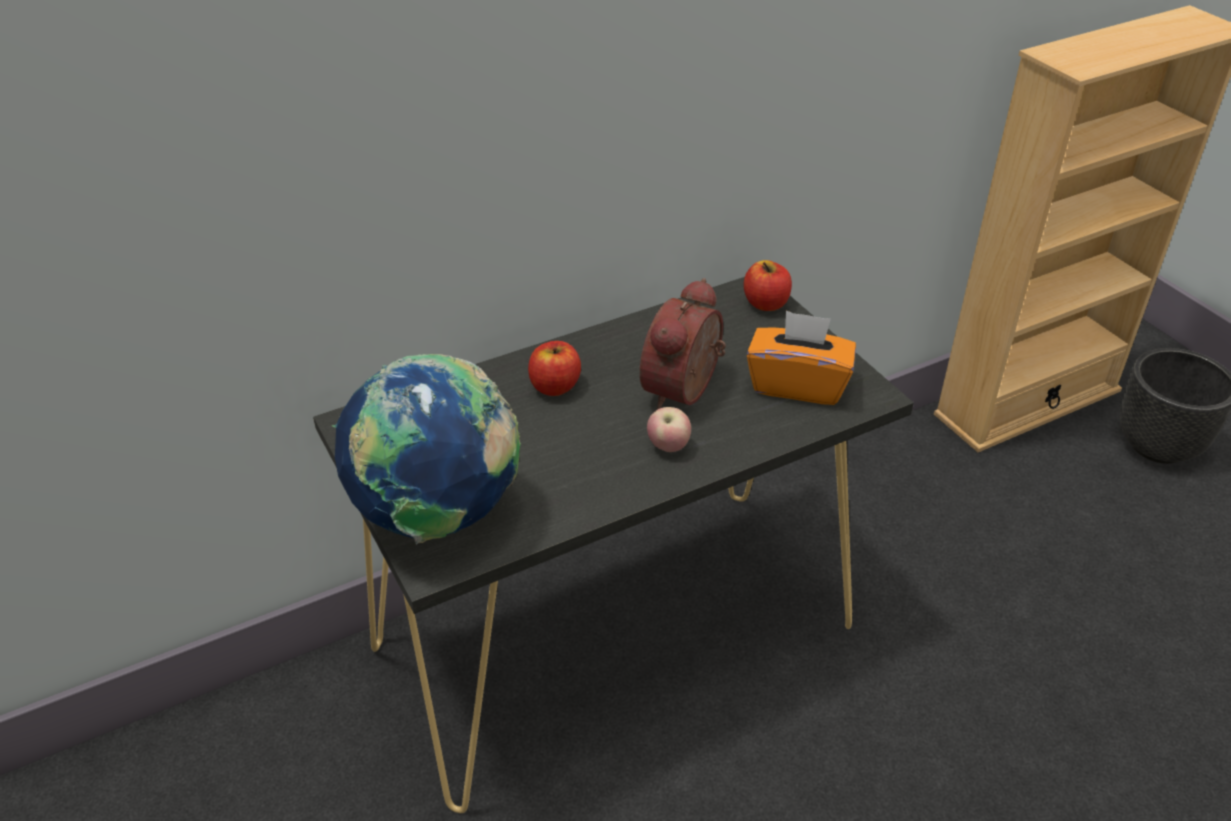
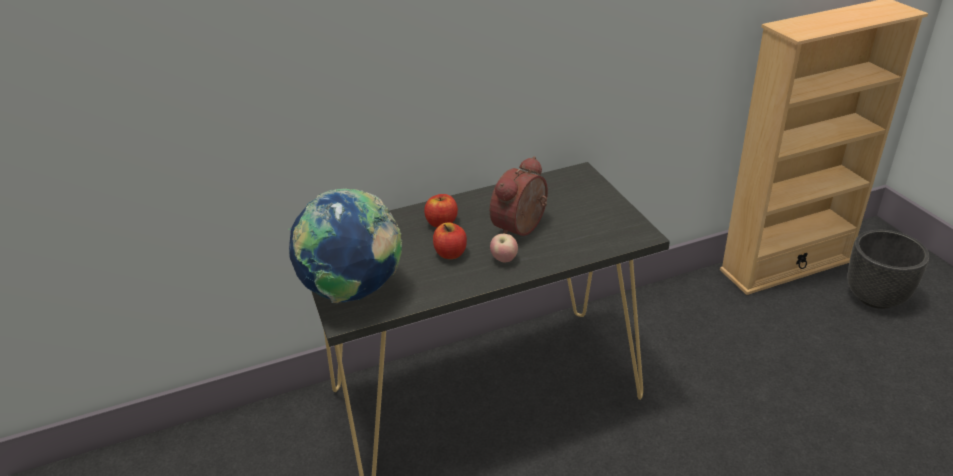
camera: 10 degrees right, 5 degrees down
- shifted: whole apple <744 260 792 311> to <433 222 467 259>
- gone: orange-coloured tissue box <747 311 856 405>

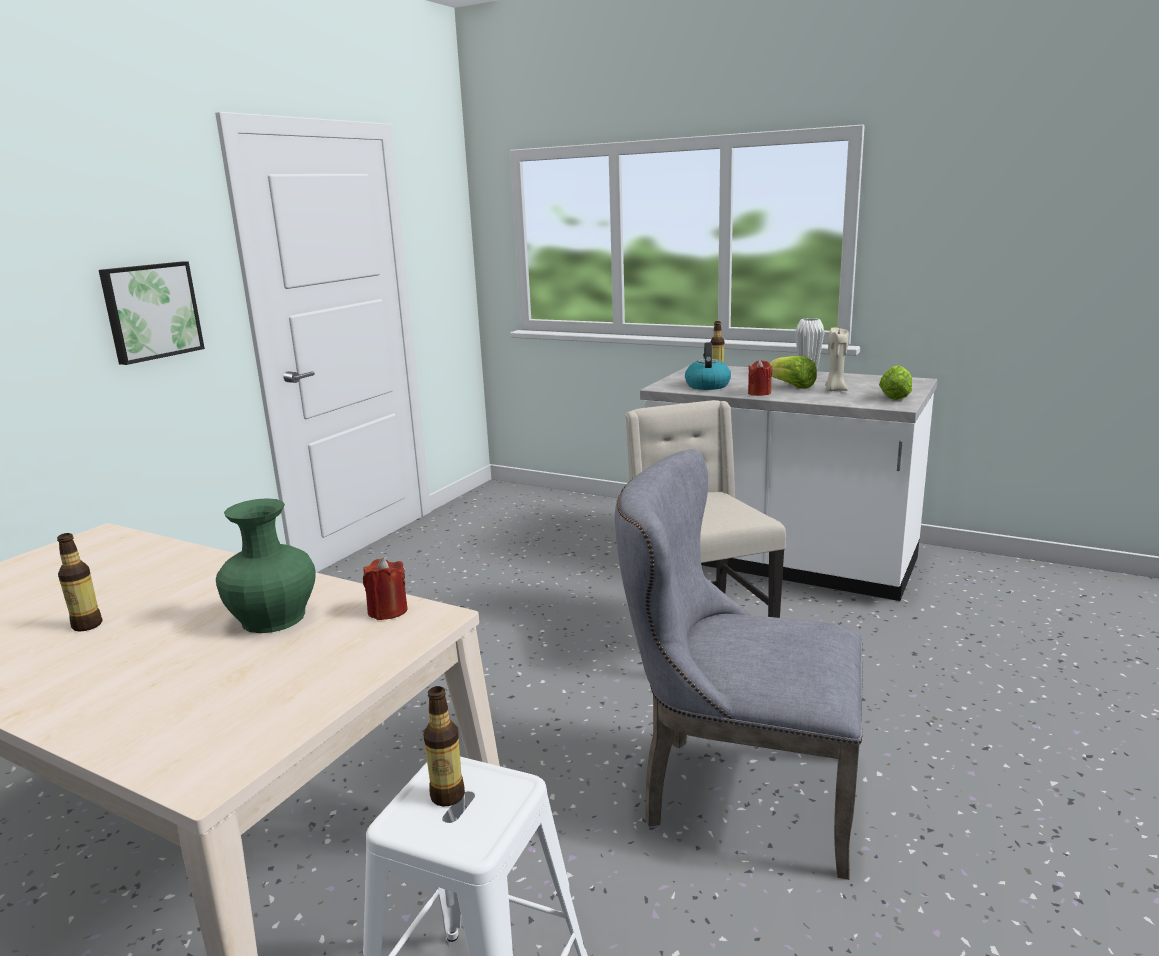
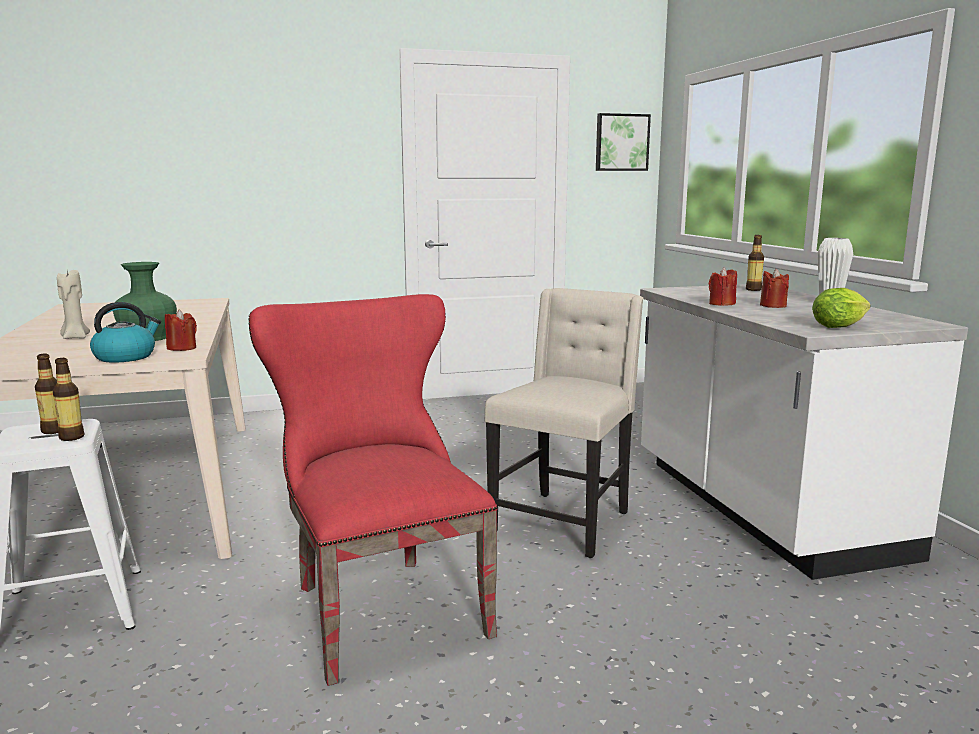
camera: 45 degrees right, 5 degrees down
- shifted: drink bottle <57 533 102 631> to <53 358 84 441>
- shifted: picture <99 262 205 365> to <596 113 651 171>
- repainted: greyish chair <615 449 863 880> to red chair <248 294 497 686>
- shifted: kettle <685 342 731 390> to <90 302 161 363>
- swapped: lettuce head <770 356 817 389> to red candle <760 269 789 308>
- shifted: beige candle <825 327 849 391> to <57 270 90 339>

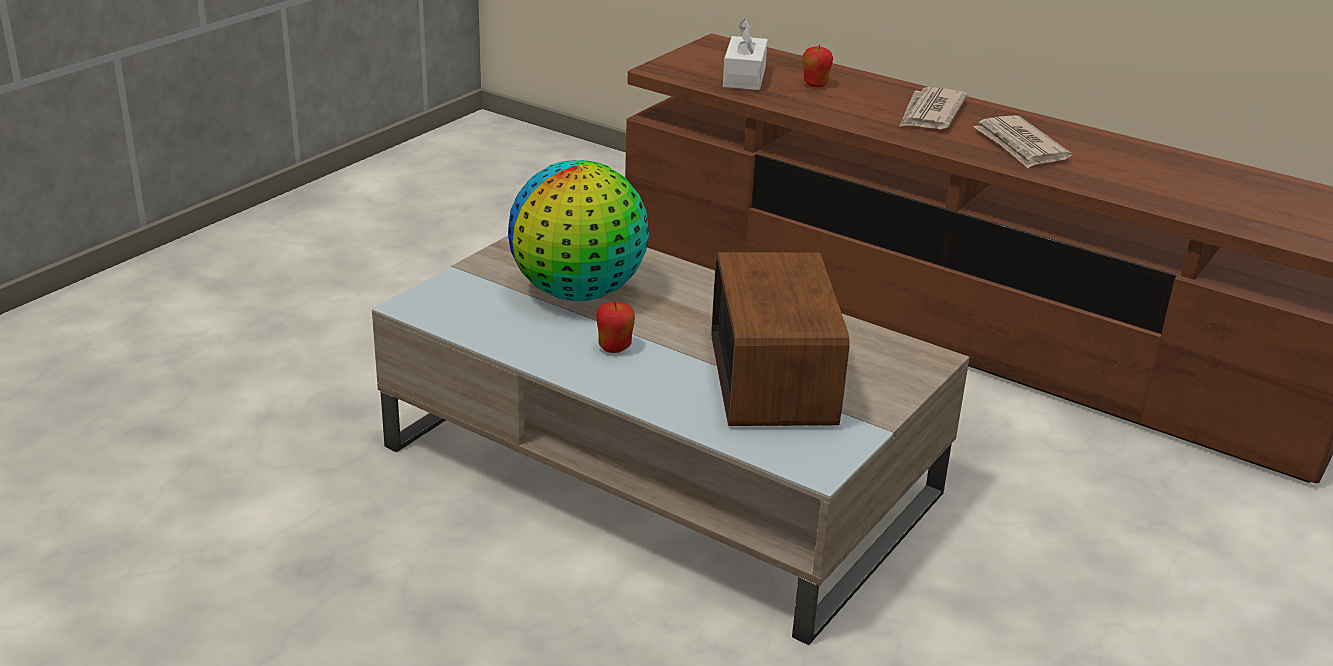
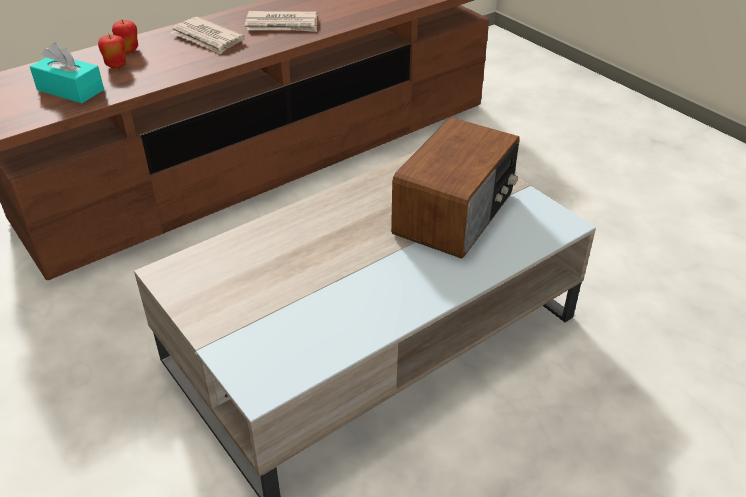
camera: 70 degrees left, 10 degrees up
- gone: globe <508 160 649 301>
- shifted: whole apple <596 301 635 353> to <112 19 138 53>
- rotated: radio set <711 252 850 426> = <391 117 520 259> 105 degrees clockwise
- repainted: white-coloured tissue box <723 19 768 90> to turquoise-coloured tissue box <30 42 104 103>

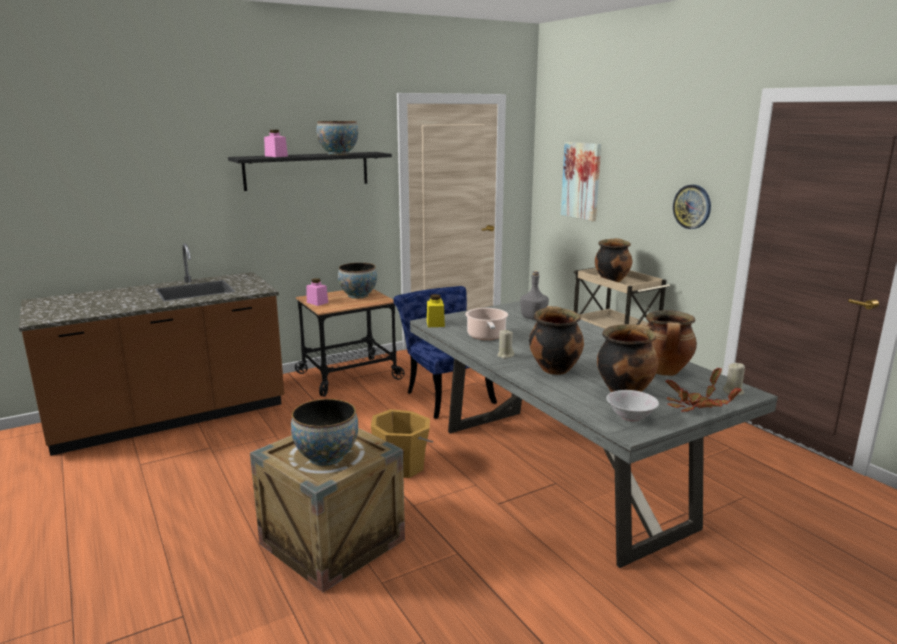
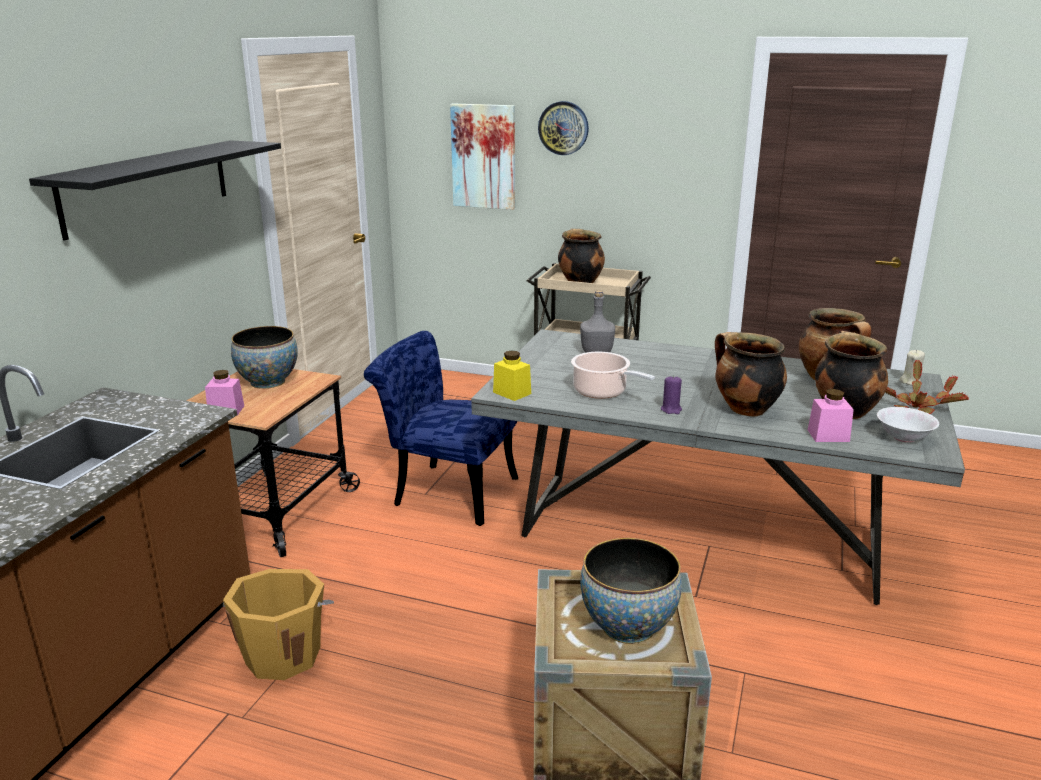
camera: 40 degrees left, 5 degrees up
- shifted: pink-coloured storage jar <264 130 288 157> to <808 389 854 442>
- gone: serving bowl <316 121 358 155>
- shifted: orange-coloured pail <371 409 433 478> to <223 569 334 680>
- repainted: beige candle <498 329 514 359> to purple candle <661 375 682 414>
- shifted: wall clock <673 185 711 229> to <538 101 589 155>

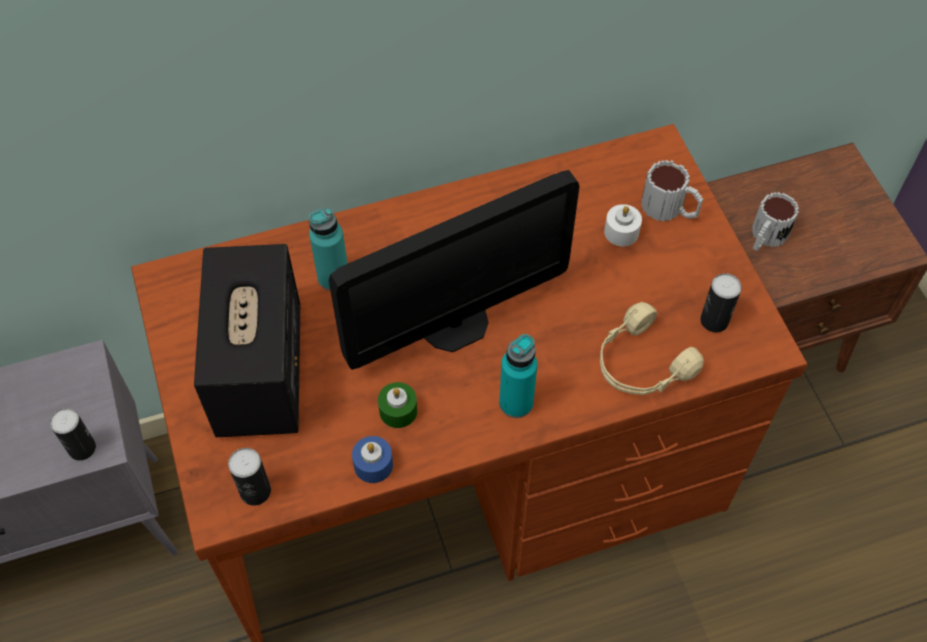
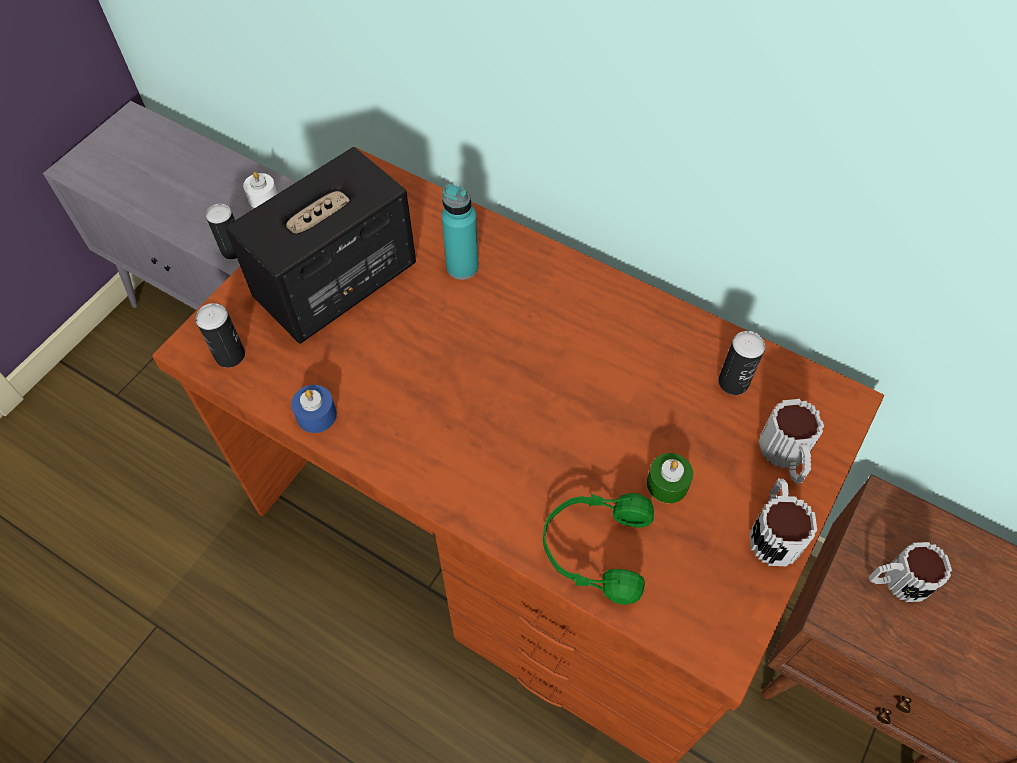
camera: 50 degrees right, 0 degrees up
- gone: computer display <329 170 580 370>
- shifted: green candle <378 382 417 428> to <647 453 693 503>
- gone: turquoise-coloured drink bottle <499 334 537 418>
- repainted: beige headphones <600 302 704 395> to green headphones <543 493 654 605>
- shifted: white-coloured candle <604 204 642 246> to <243 172 278 208>
- shifted: sealed can <700 273 742 333> to <718 331 765 395>
- new: tea mug <749 479 817 566>

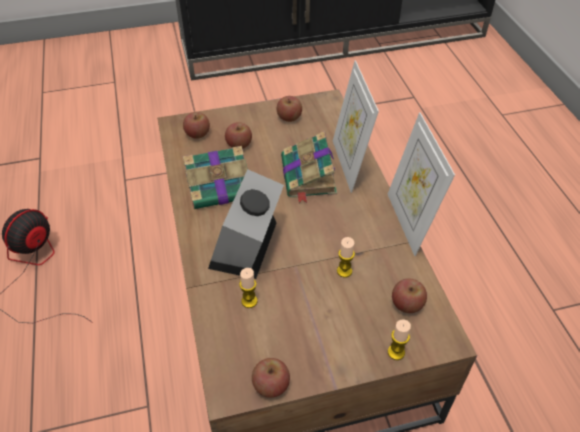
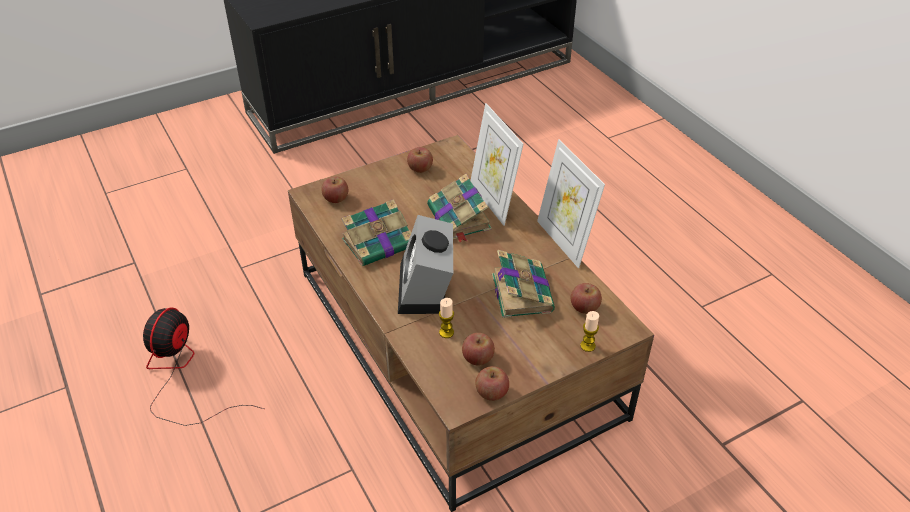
camera: 15 degrees left, 5 degrees down
- shifted: whole apple <225 122 252 149> to <462 333 495 365>
- swapped: candle <337 237 355 278> to volume <492 250 555 318>

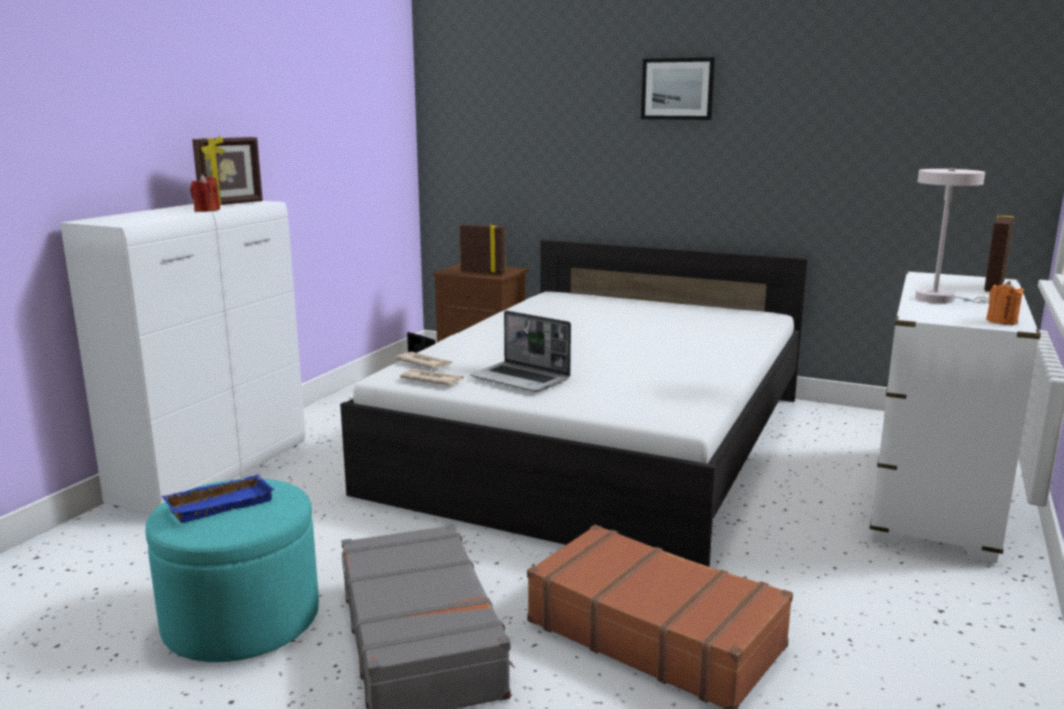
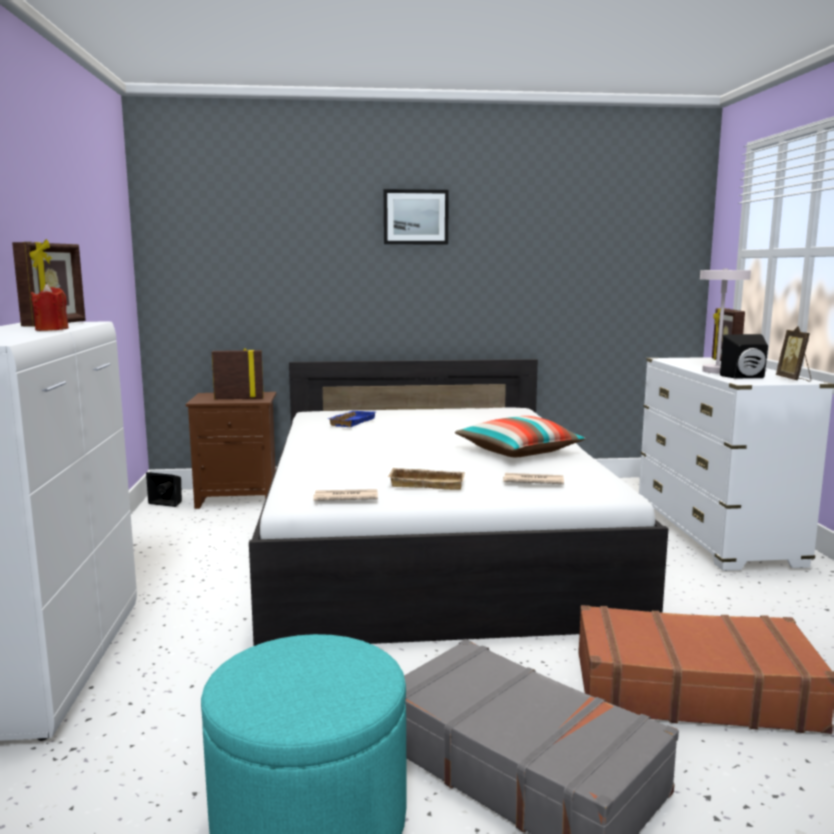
camera: 30 degrees left, 5 degrees down
- shifted: bluish serving tray <162 475 274 523> to <328 411 376 427>
- shifted: newspaper <395 352 452 369> to <503 473 564 484>
- swapped: notebook computer <470 310 571 392> to beige serving tray <388 468 465 490>
- swapped: orange-coloured candle <986 281 1024 325> to picture frame <776 326 811 381>
- new: throw pillow <455 416 585 457>
- new: black-coloured loudspeaker <720 334 768 379>

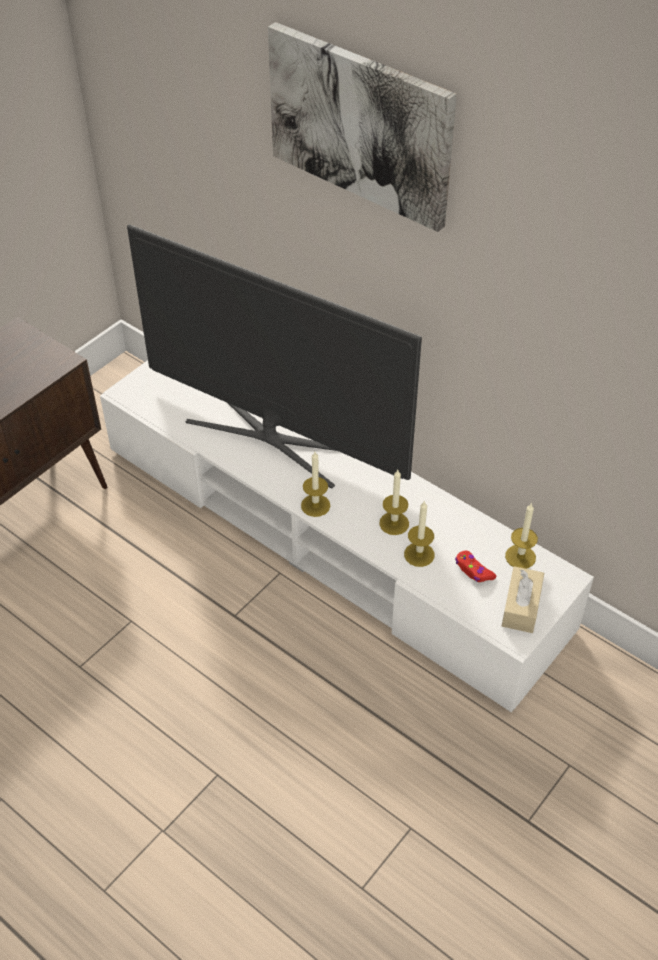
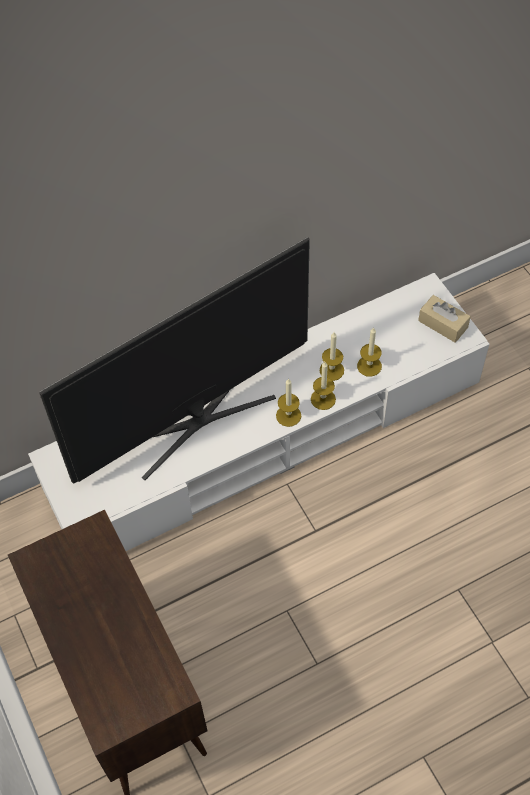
camera: 65 degrees left, 10 degrees up
- gone: picture <268 22 457 232>
- gone: red game controller <455 551 497 582>
- shifted: candle <505 503 538 569> to <311 362 336 410>

